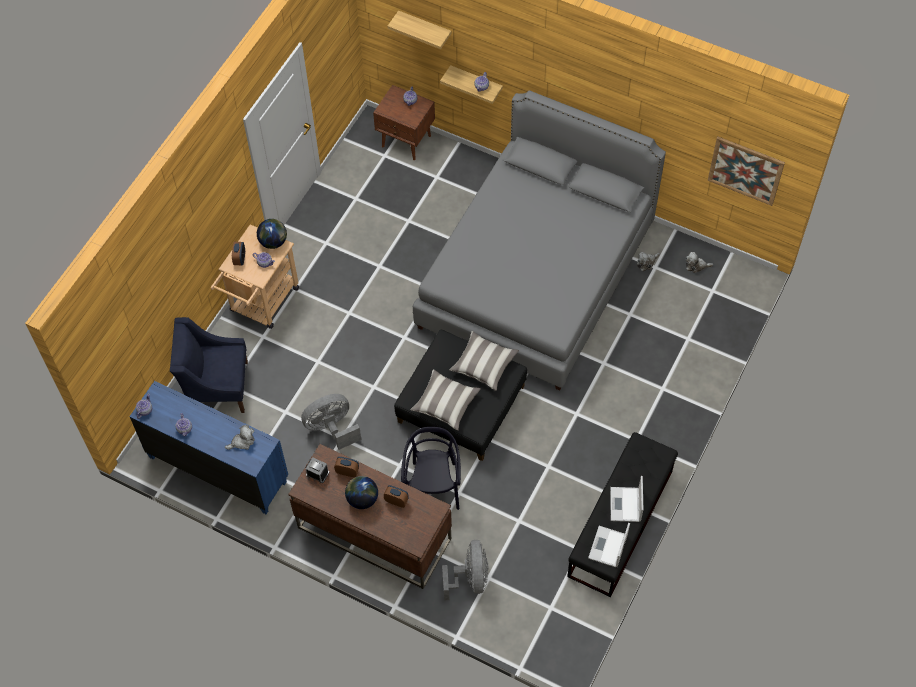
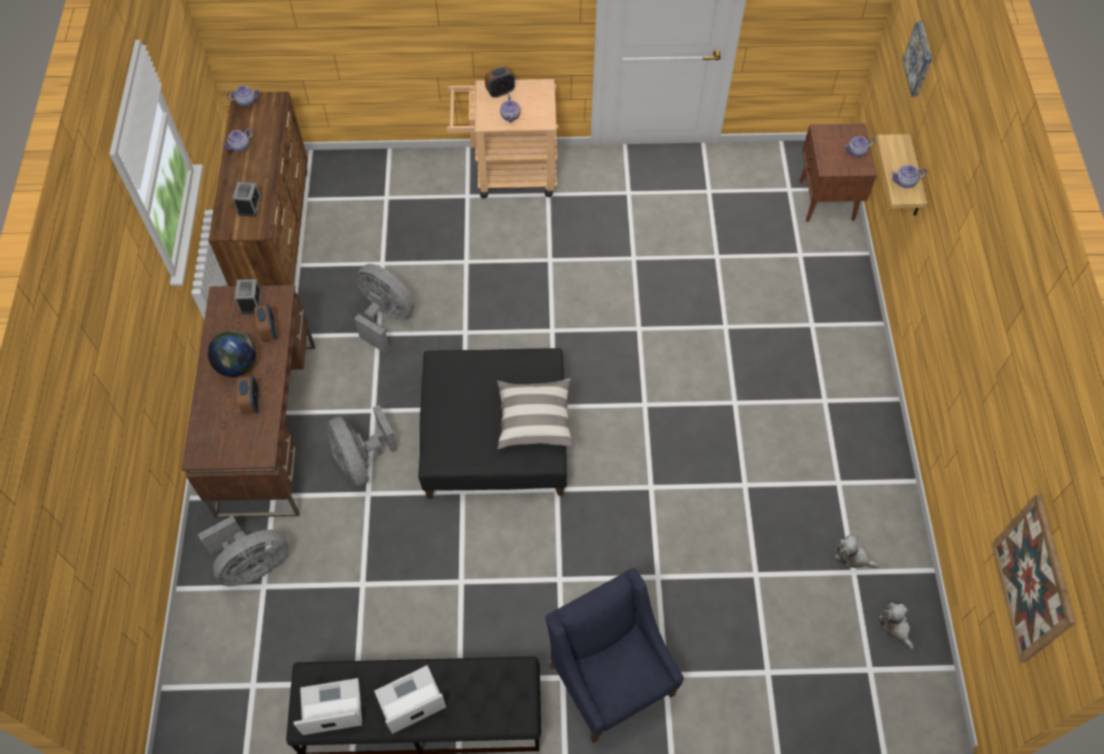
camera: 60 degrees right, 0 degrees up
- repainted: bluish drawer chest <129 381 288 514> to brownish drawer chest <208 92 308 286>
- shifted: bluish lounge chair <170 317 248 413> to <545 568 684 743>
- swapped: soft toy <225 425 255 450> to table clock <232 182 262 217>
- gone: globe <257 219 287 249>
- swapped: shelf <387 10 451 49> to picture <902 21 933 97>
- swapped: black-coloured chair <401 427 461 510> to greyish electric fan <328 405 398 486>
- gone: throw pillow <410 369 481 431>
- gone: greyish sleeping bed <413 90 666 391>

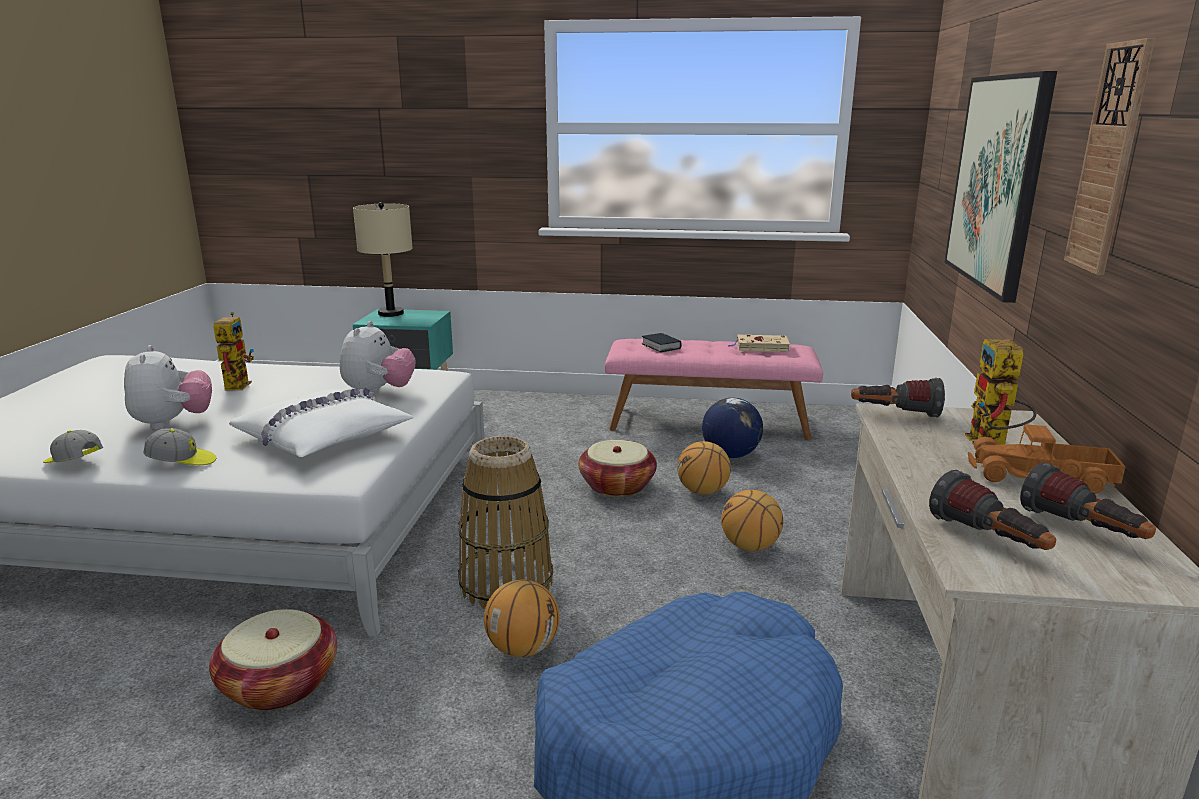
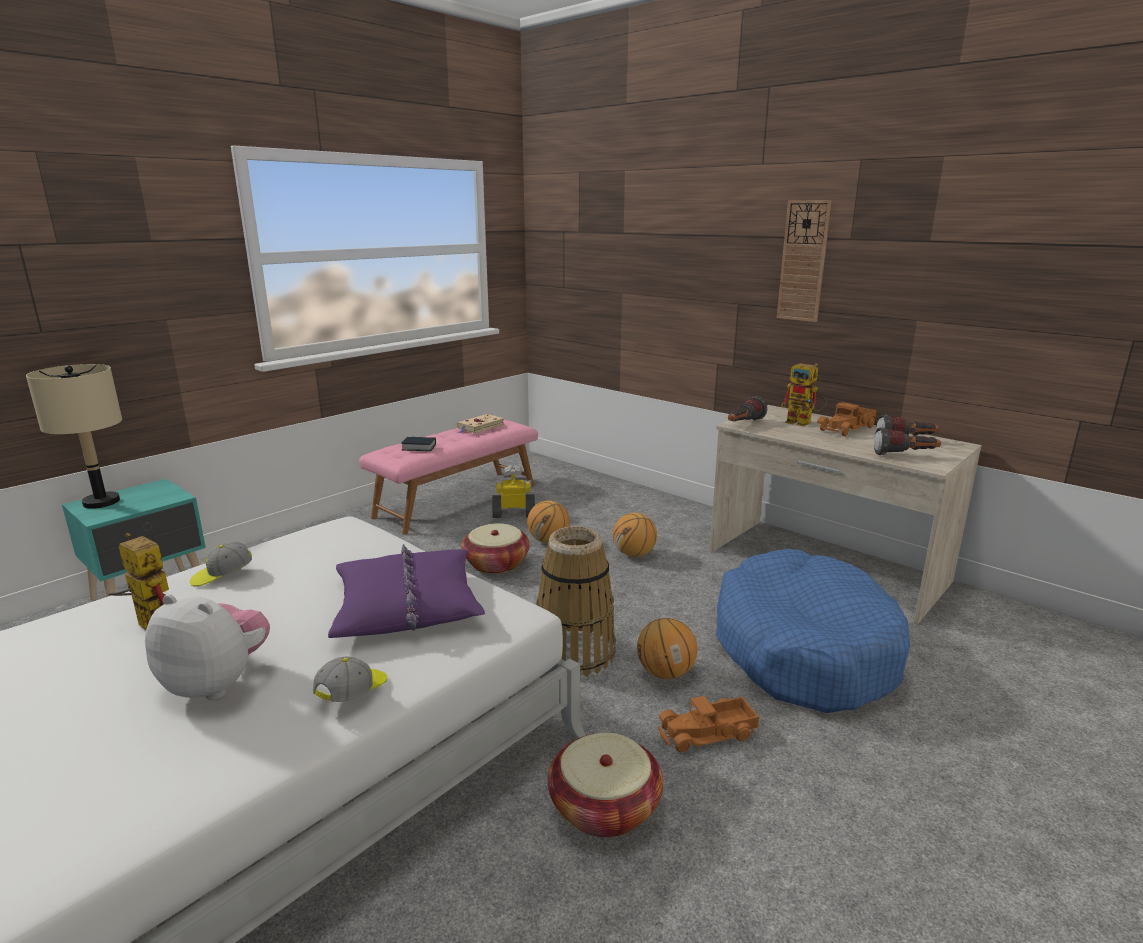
camera: 55 degrees left, 0 degrees up
- shifted: baseball cap <43 430 103 463> to <190 541 252 586>
- repainted: white-coloured throw pillow <229 388 413 457> to purple throw pillow <328 544 485 638>
- gone: soft toy <340 321 415 392>
- swapped: globe <702 398 763 458> to robot figure <492 465 535 518>
- gone: picture <944 71 1057 303>
- new: model truck <658 696 759 752>

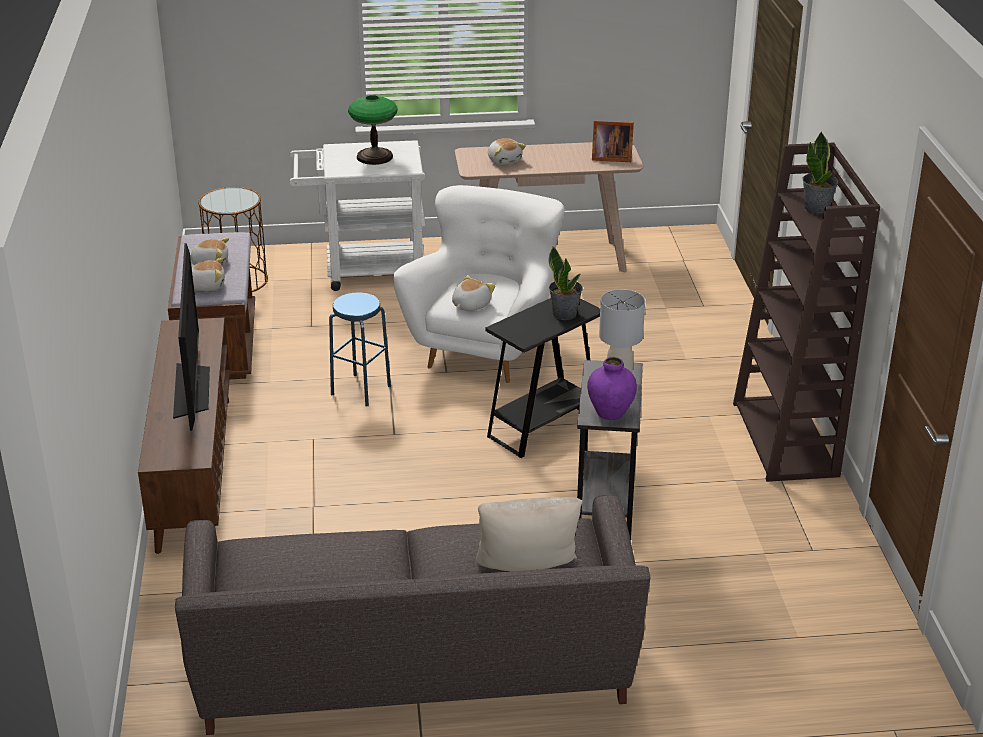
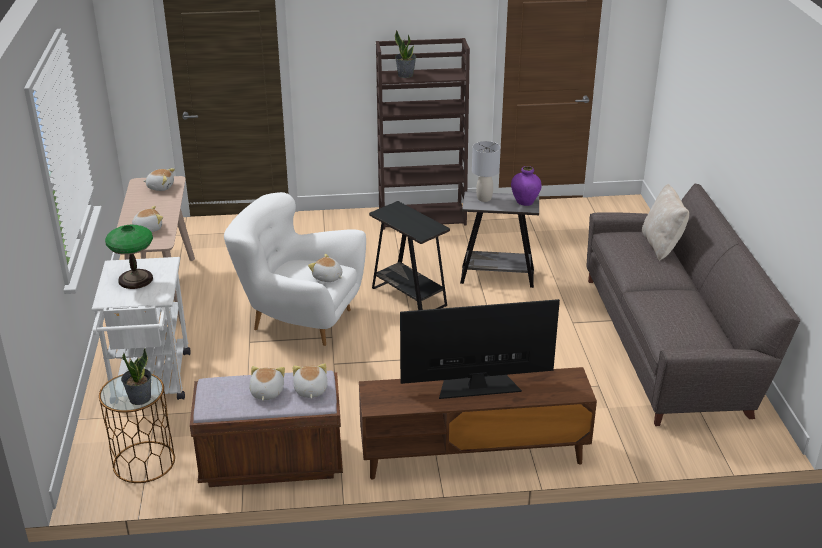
camera: 90 degrees left, 0 degrees up
- gone: bluish stool <329 293 391 407>
- shifted: potted plant <549 246 583 320> to <121 348 152 405>
- swapped: picture frame <592 120 634 162> to soft toy <143 168 175 191>

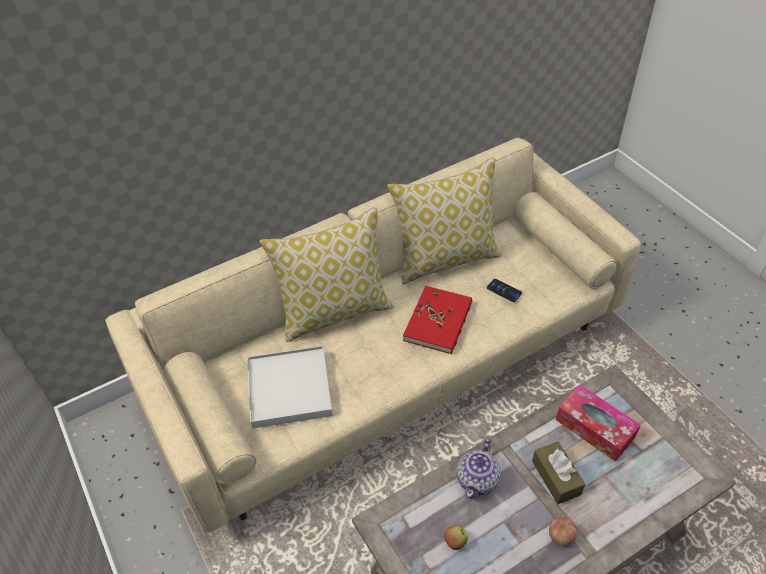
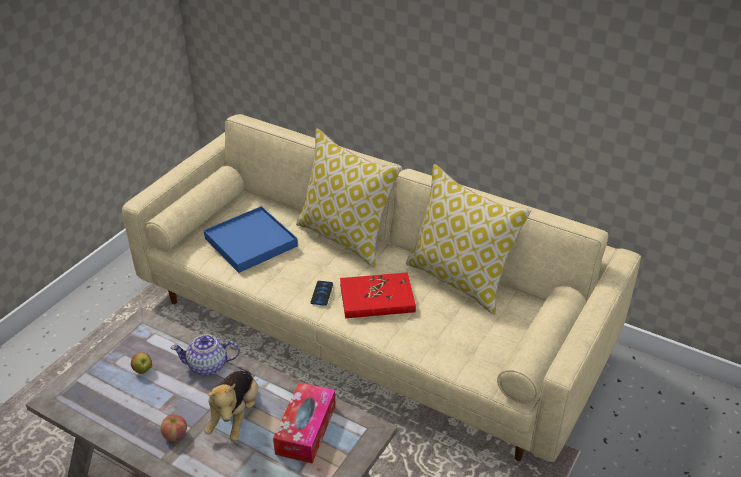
camera: 60 degrees right, 10 degrees down
- repainted: white-coloured serving tray <247 346 333 428> to bluish serving tray <204 206 298 273>
- shifted: telephone <487 279 522 302> to <311 281 333 306>
- swapped: brownish tissue box <532 441 585 504> to soft toy <204 371 258 441>

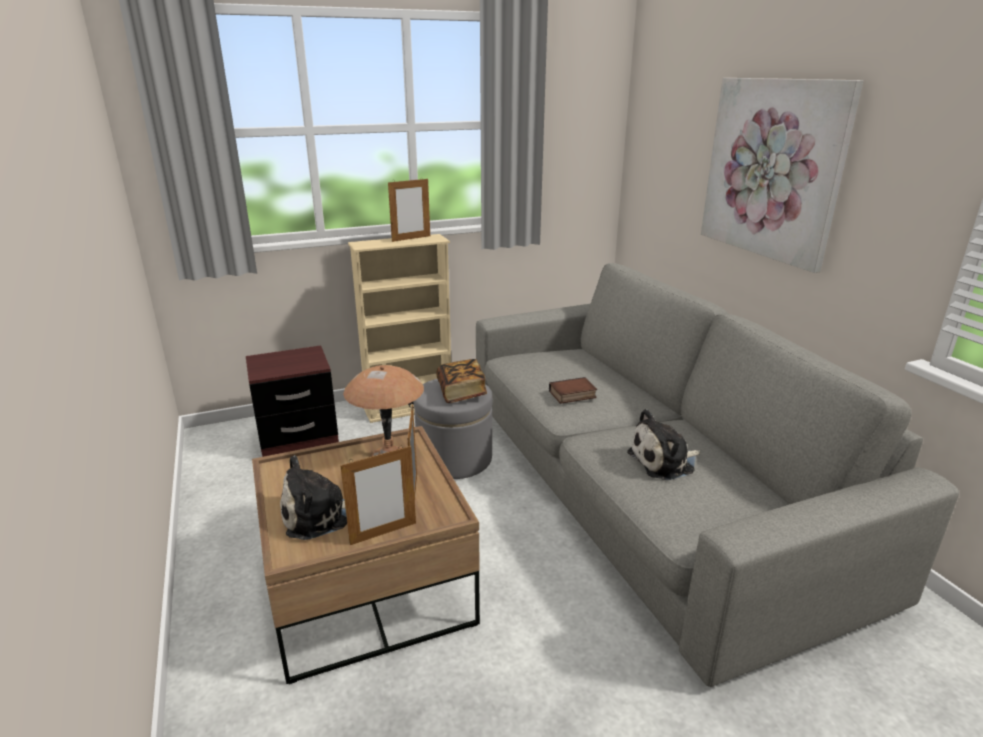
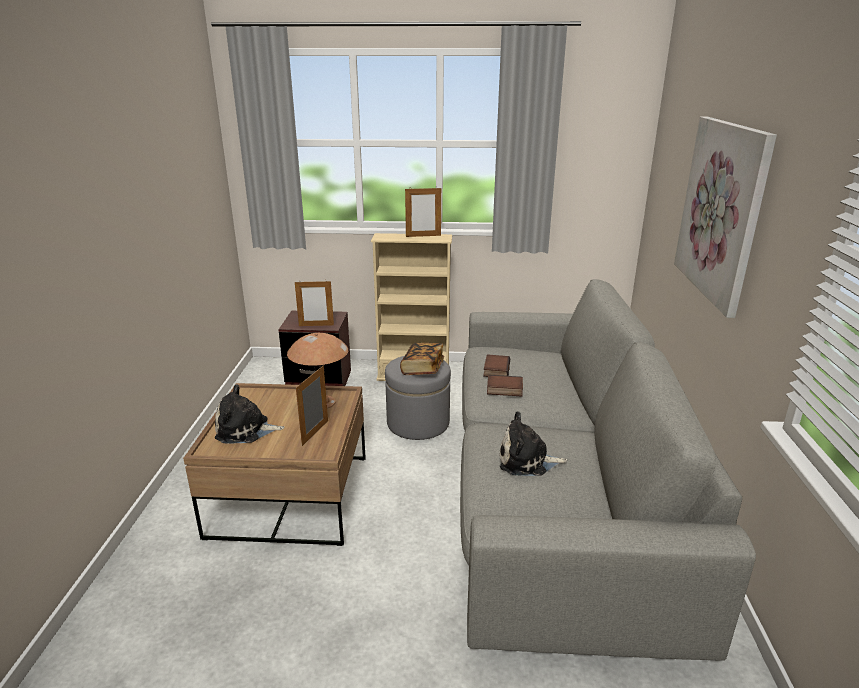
camera: 25 degrees right, 0 degrees up
- shifted: picture frame <340 446 416 545> to <295 280 334 326>
- new: volume <483 354 510 377>

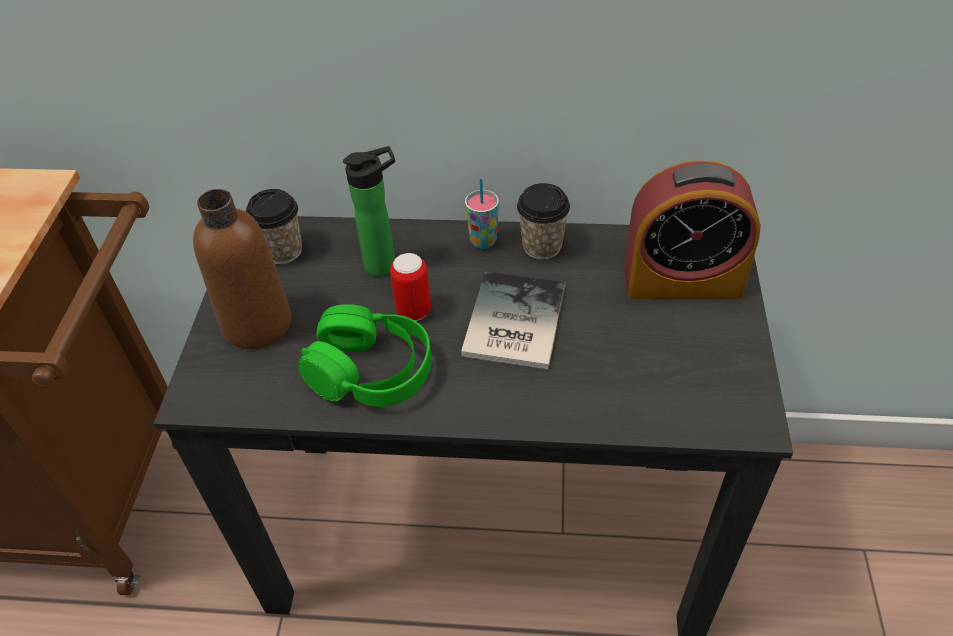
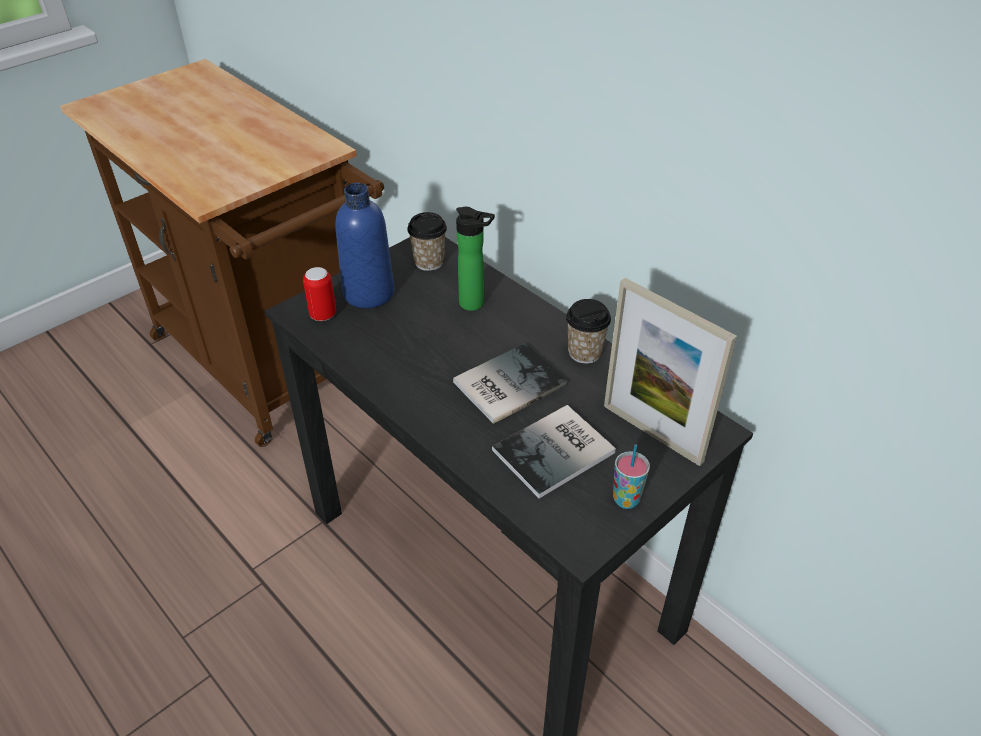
camera: 40 degrees right, 5 degrees down
- repainted: brownish drink bottle <193 189 291 349> to bluish drink bottle <335 183 394 308>
- gone: green headphones <298 304 432 407>
- shifted: sealed can <390 253 431 321> to <303 267 336 321>
- shifted: small cup <465 178 499 249> to <613 444 650 509>
- swapped: table clock <624 160 761 299> to picture frame <604 278 737 466>
- new: volume <492 405 616 499>

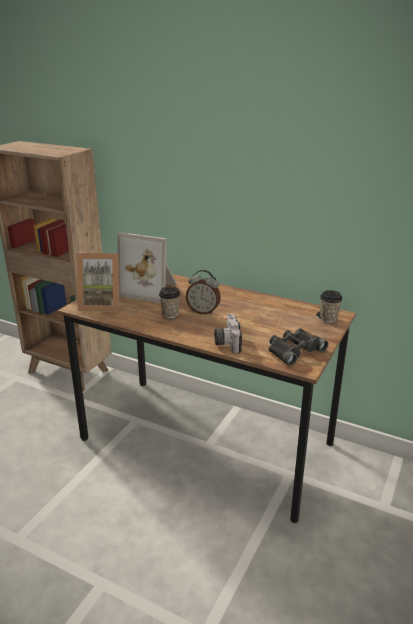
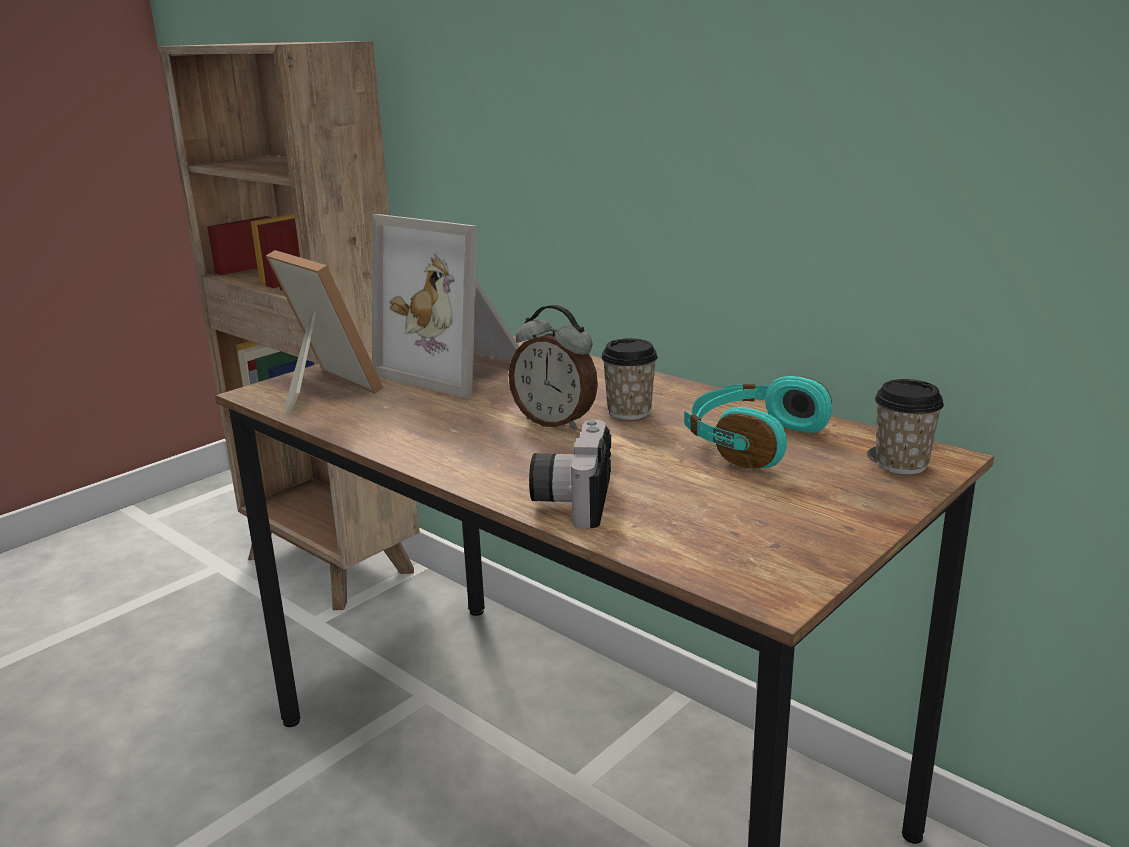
camera: 15 degrees right, 5 degrees down
- rotated: picture frame <77 253 119 312> = <266 250 383 415> 150 degrees counterclockwise
- shifted: small cup <159 287 181 318> to <601 338 658 420>
- gone: black-coloured binoculars <269 328 328 366>
- new: turquoise-coloured headphones <684 376 832 469>

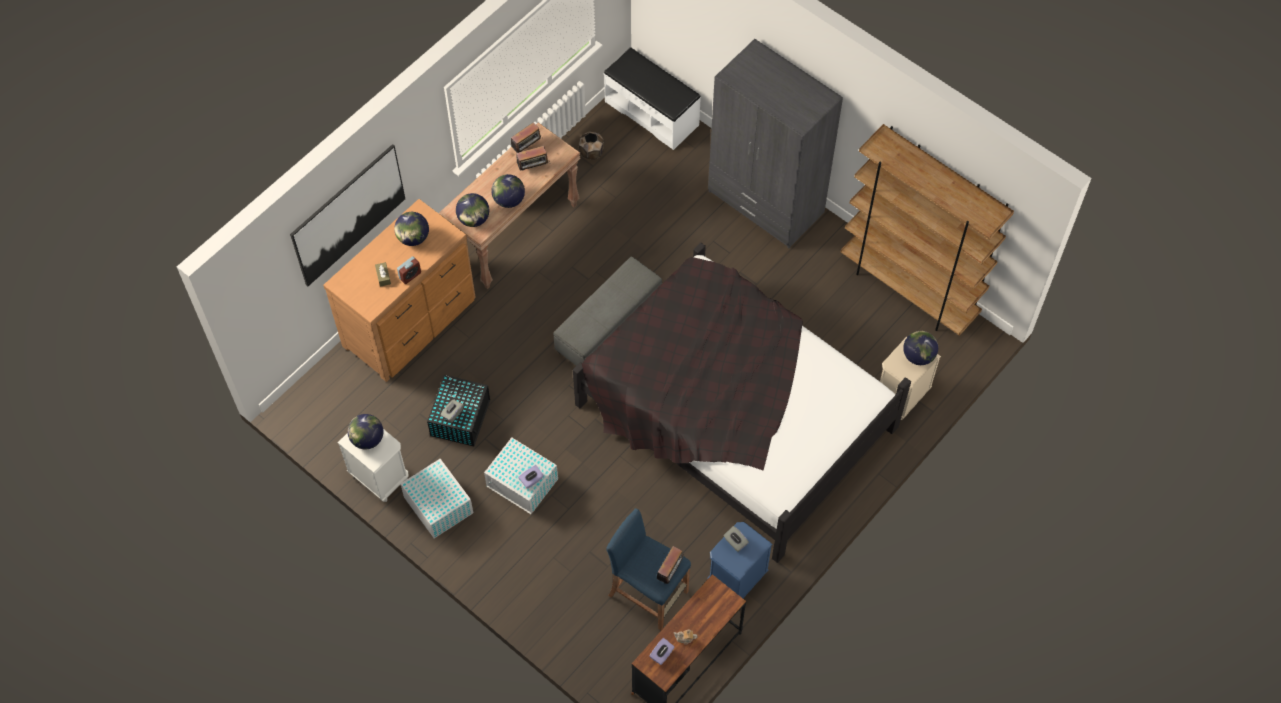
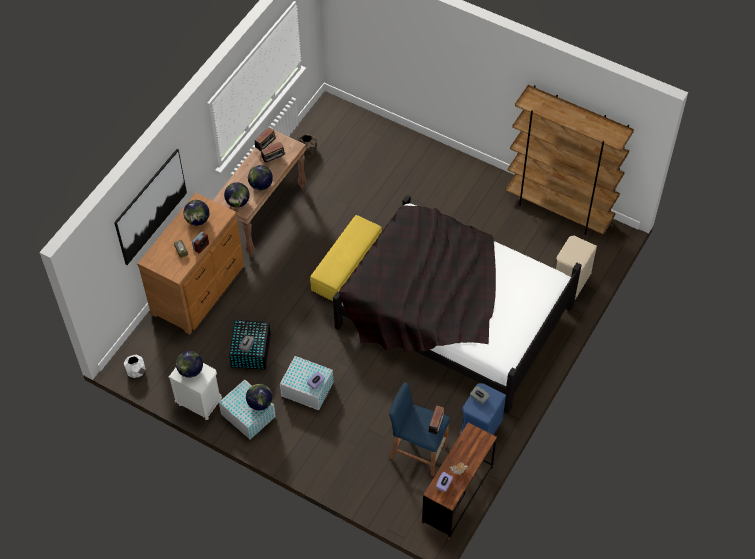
camera: 10 degrees left, 5 degrees down
- repainted: greyish ottoman <553 256 662 366> to yellowish ottoman <310 215 382 301>
- gone: white-coloured long seat <604 47 701 150>
- gone: greyish clothes cupboard <708 39 843 248>
- shifted: globe <903 331 938 365> to <246 384 272 410>
- new: white-coloured planter <124 355 146 378>

